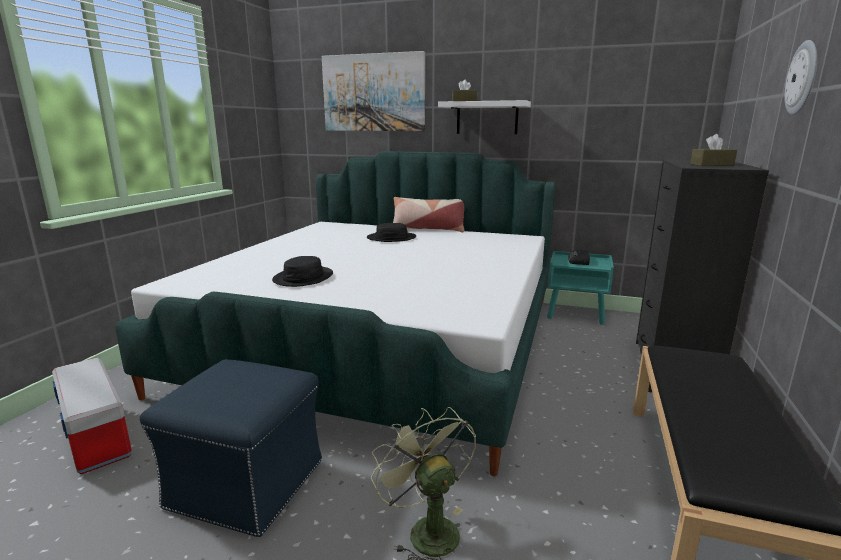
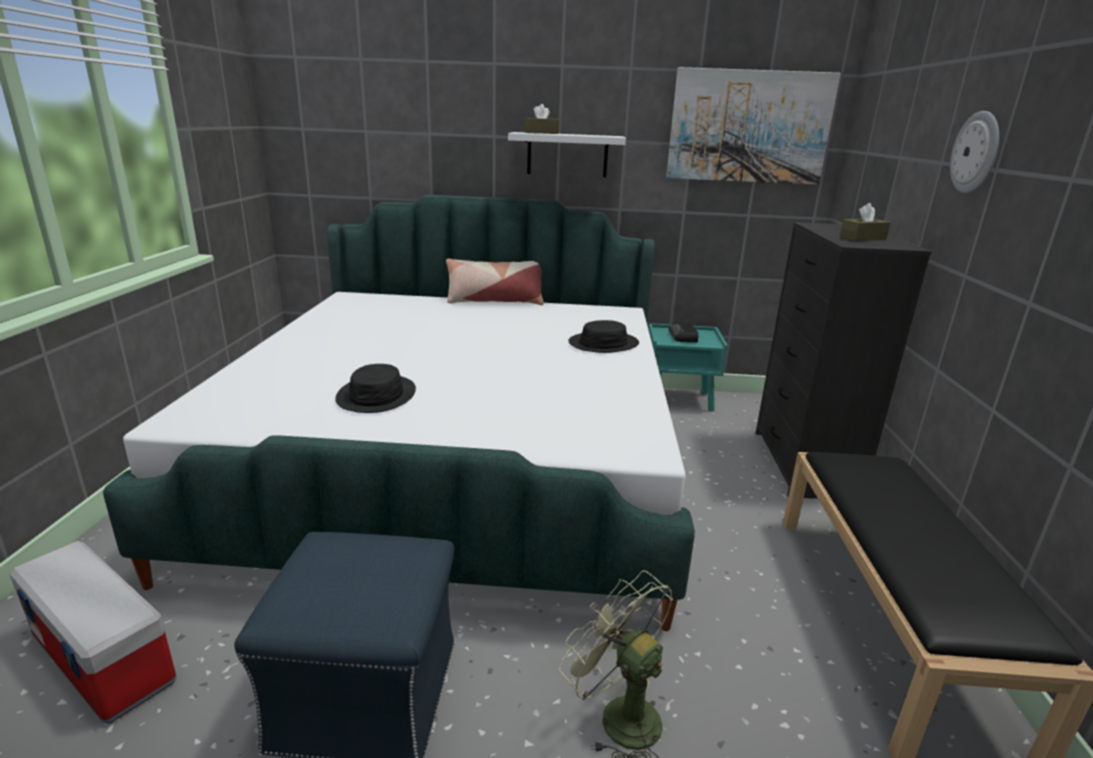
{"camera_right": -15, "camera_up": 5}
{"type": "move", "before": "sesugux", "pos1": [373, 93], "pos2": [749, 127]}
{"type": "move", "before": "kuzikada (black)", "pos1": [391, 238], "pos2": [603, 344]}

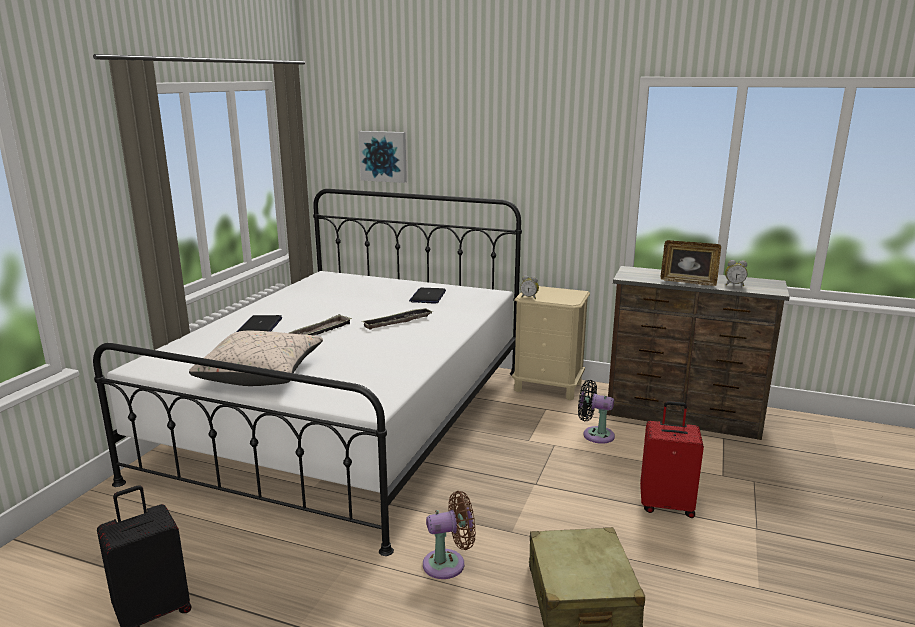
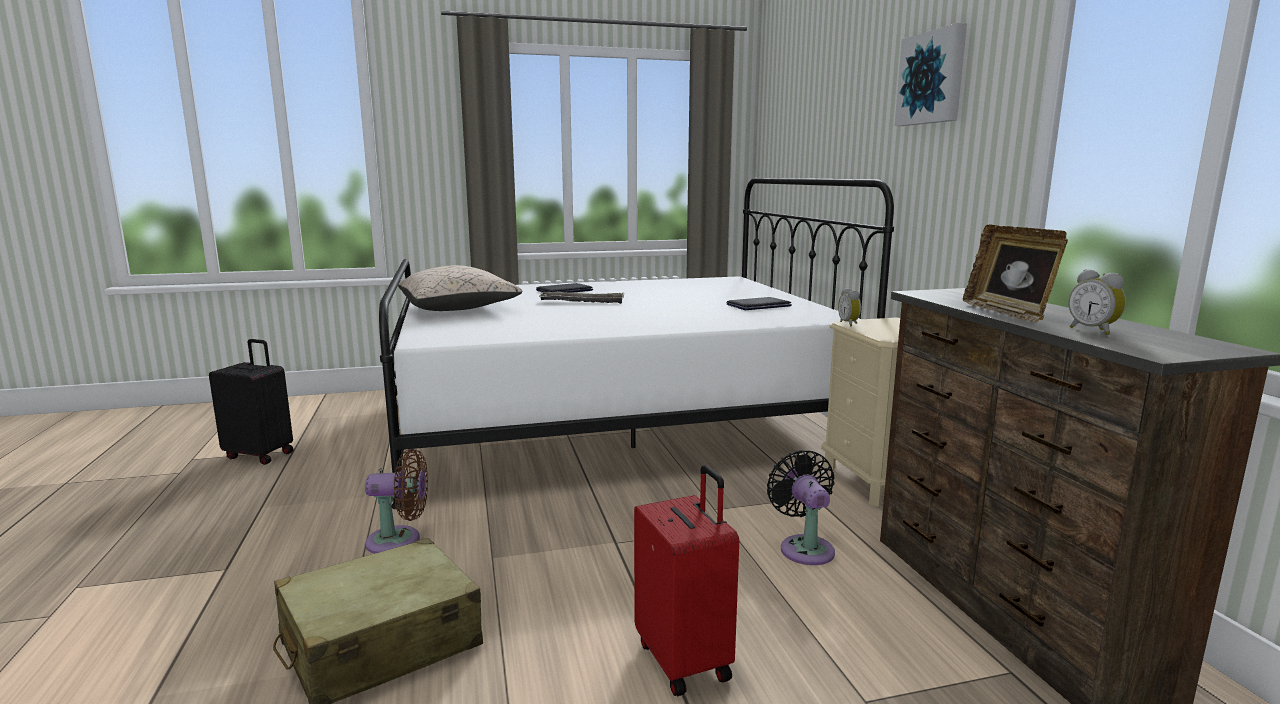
{"camera_right": 55, "camera_up": -5}
{"type": "move", "before": "sesugux", "pos1": [384, 156], "pos2": [932, 78]}
{"type": "delete", "before": "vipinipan", "pos1": [397, 322]}
{"type": "rotate", "before": "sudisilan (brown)", "pos1": [448, 564], "pos2": [399, 541], "turn": -45}

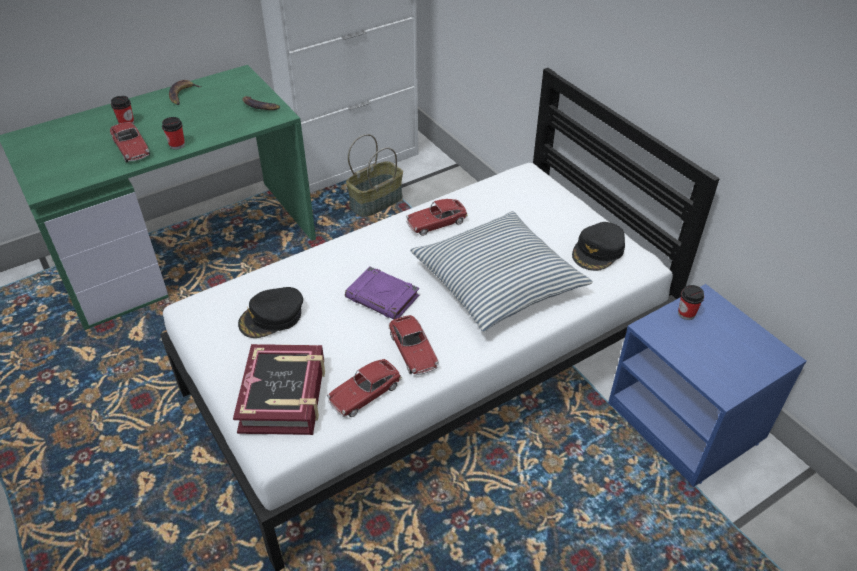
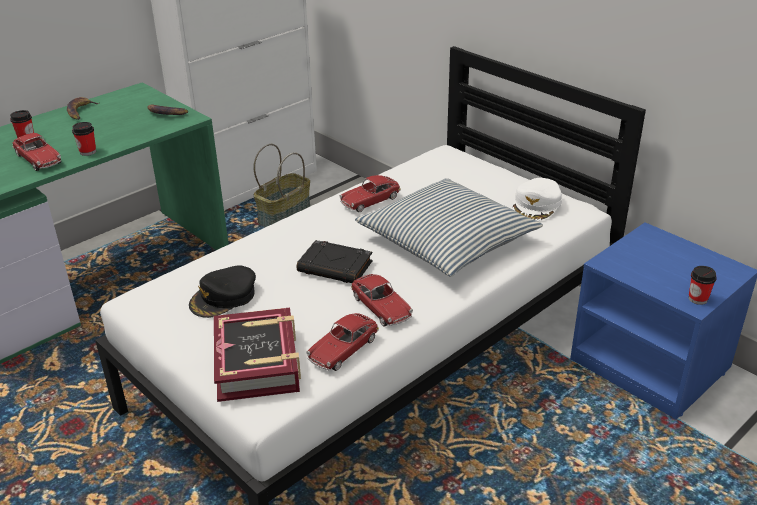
{"camera_right": -10, "camera_up": -10}
{"type": "recolor", "before": "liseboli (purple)", "after": "liseboli (black)", "pos1": [383, 297], "pos2": [336, 267]}
{"type": "recolor", "before": "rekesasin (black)", "after": "rekesasin (white)", "pos1": [598, 251], "pos2": [537, 205]}
{"type": "move", "before": "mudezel", "pos1": [686, 313], "pos2": [698, 299]}

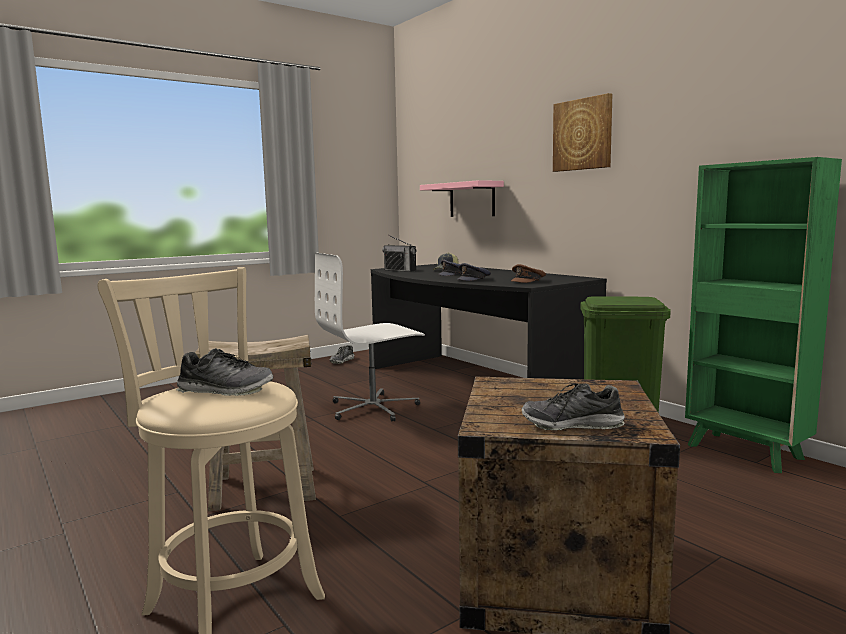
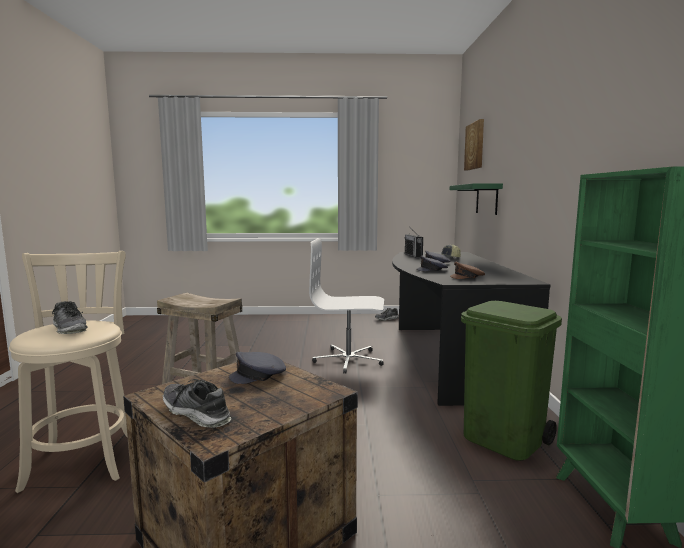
{"camera_right": 35, "camera_up": 0}
{"type": "recolor", "before": "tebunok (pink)", "after": "tebunok (green)", "pos1": [472, 199], "pos2": [487, 199]}
{"type": "move", "before": "sesugux", "pos1": [583, 134], "pos2": [475, 146]}
{"type": "insert", "after": "rekesasin (grey)", "pos2": [259, 375]}

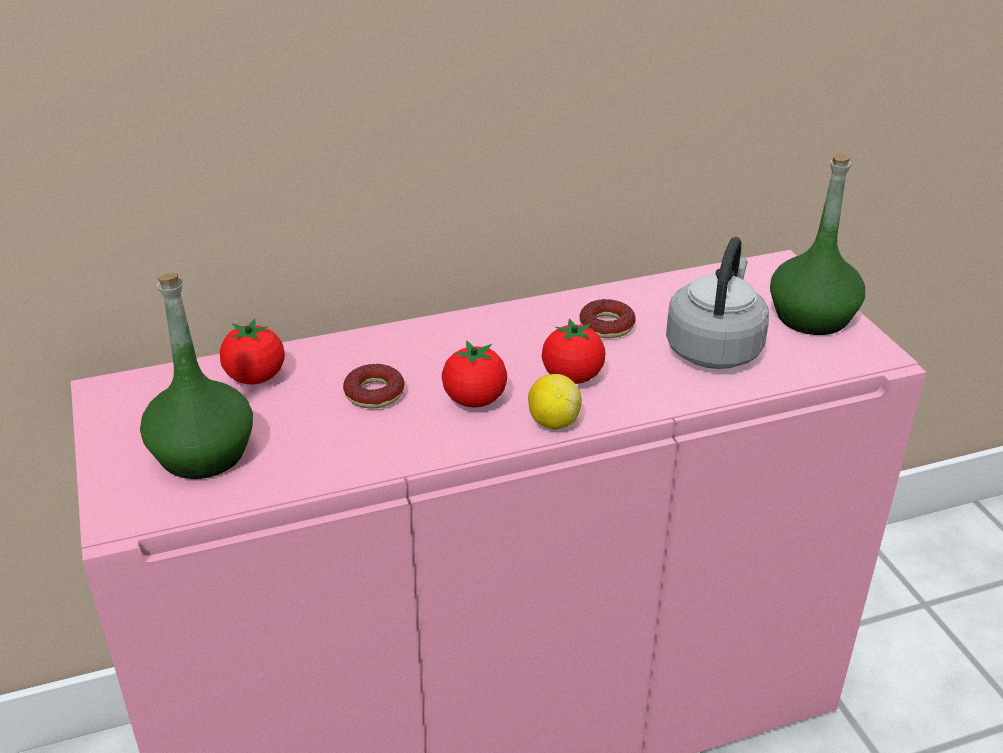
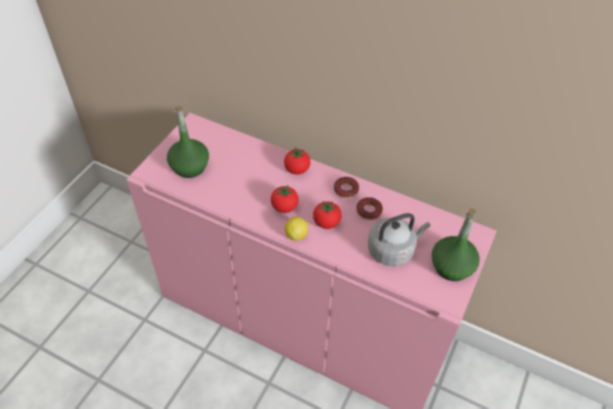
{"camera_right": 45, "camera_up": 15}
{"type": "move", "before": "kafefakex", "pos1": [255, 378], "pos2": [297, 170]}
{"type": "move", "before": "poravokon", "pos1": [374, 393], "pos2": [346, 190]}

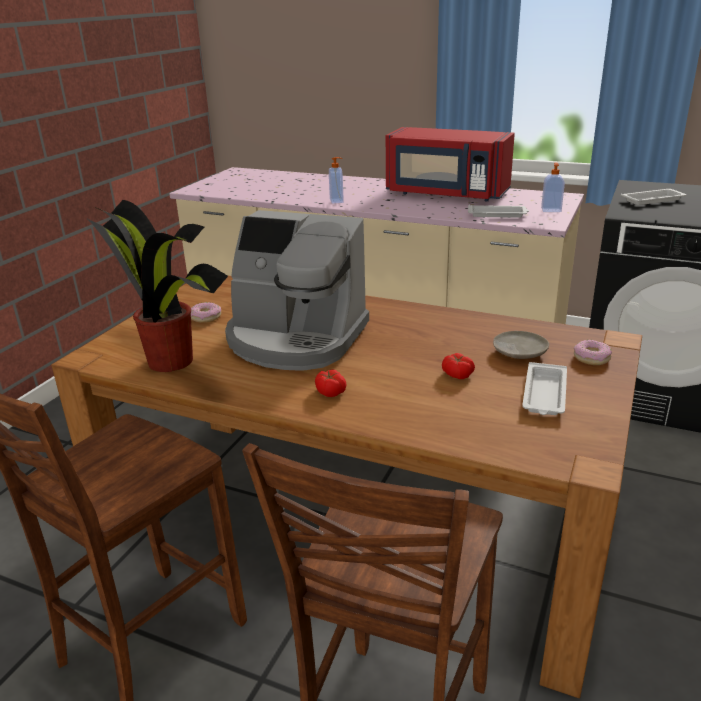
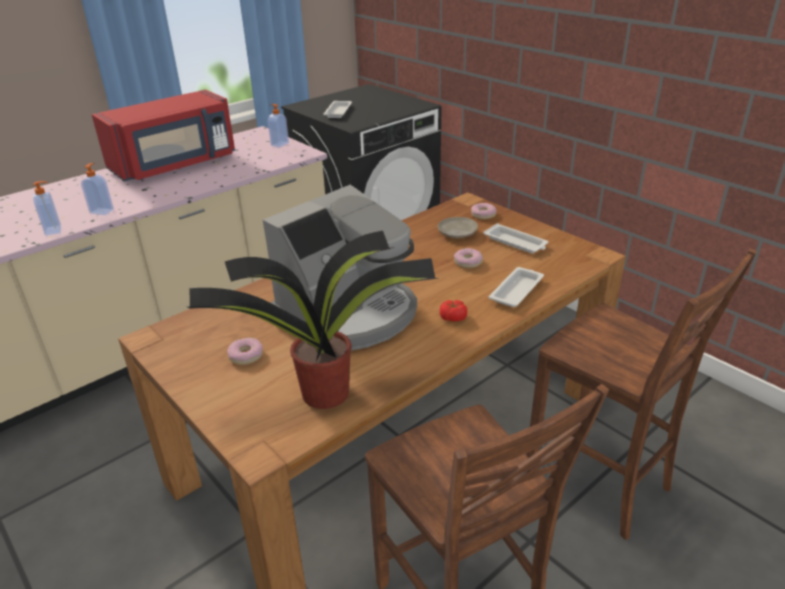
{"camera_right": -65, "camera_up": 5}
{"type": "replace", "before": "kafefakex", "after": "poravokon", "pos1": [457, 374], "pos2": [468, 262]}
{"type": "move", "before": "vipinipan (white)", "pos1": [498, 214], "pos2": [517, 290]}
{"type": "insert", "after": "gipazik", "pos2": [54, 230]}

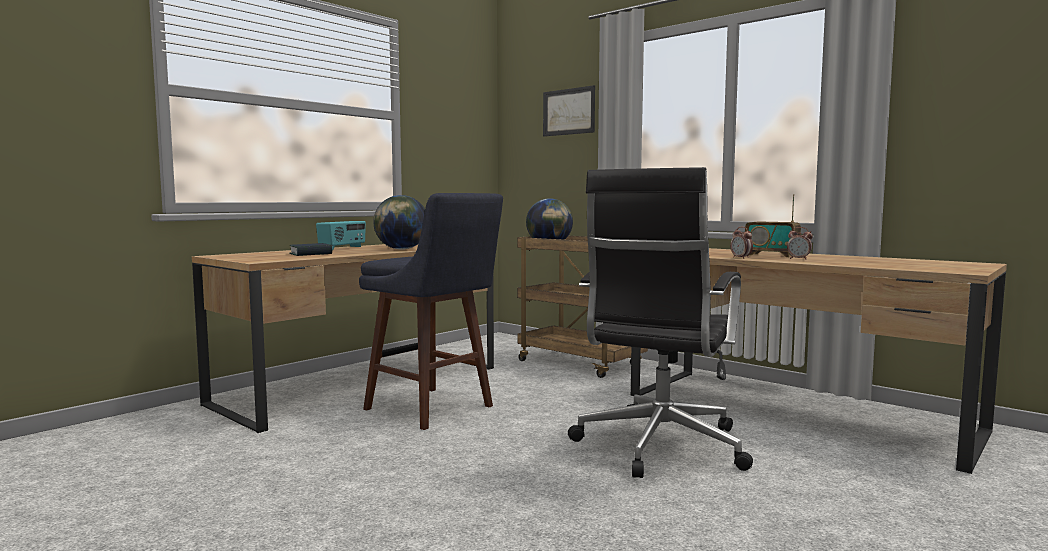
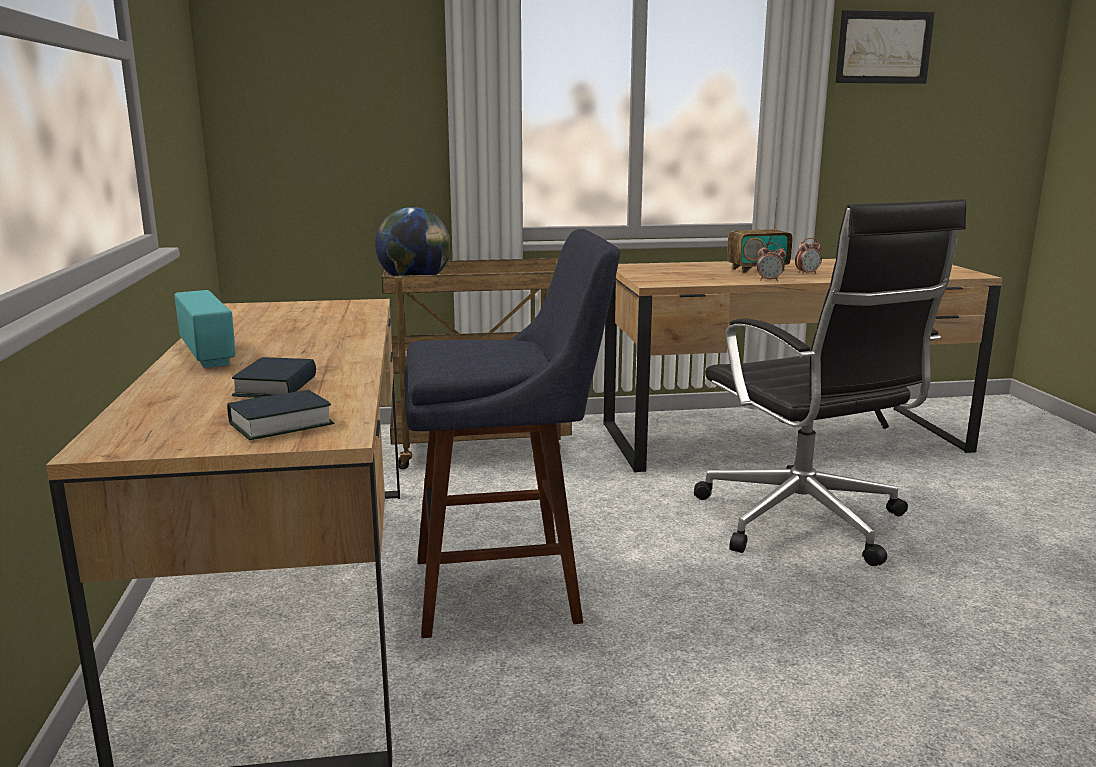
{"camera_right": -50, "camera_up": 10}
{"type": "delete", "before": "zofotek", "pos1": [401, 249]}
{"type": "move", "before": "sesugux", "pos1": [568, 111], "pos2": [884, 47]}
{"type": "insert", "after": "liseboli", "pos2": [281, 424]}

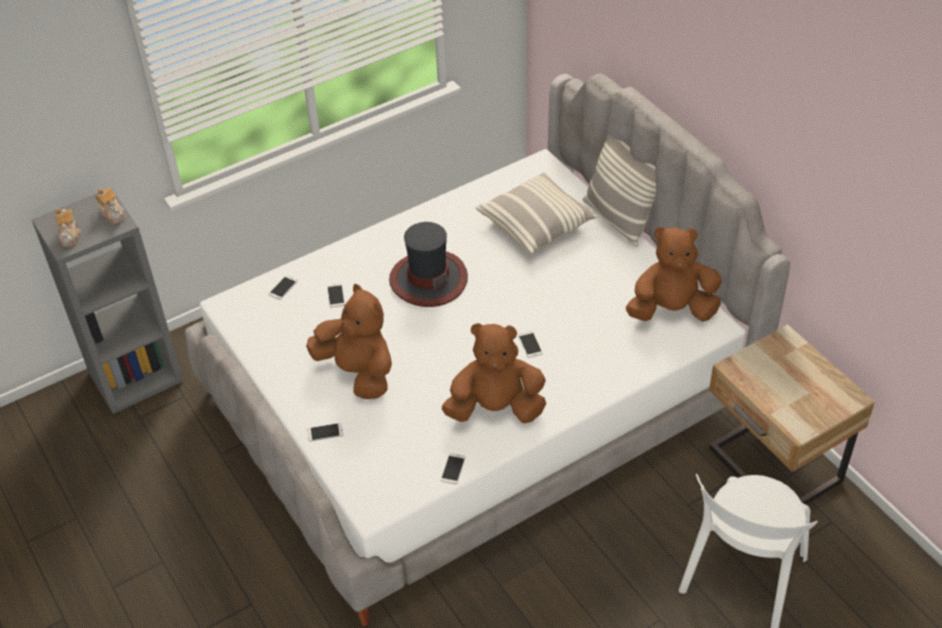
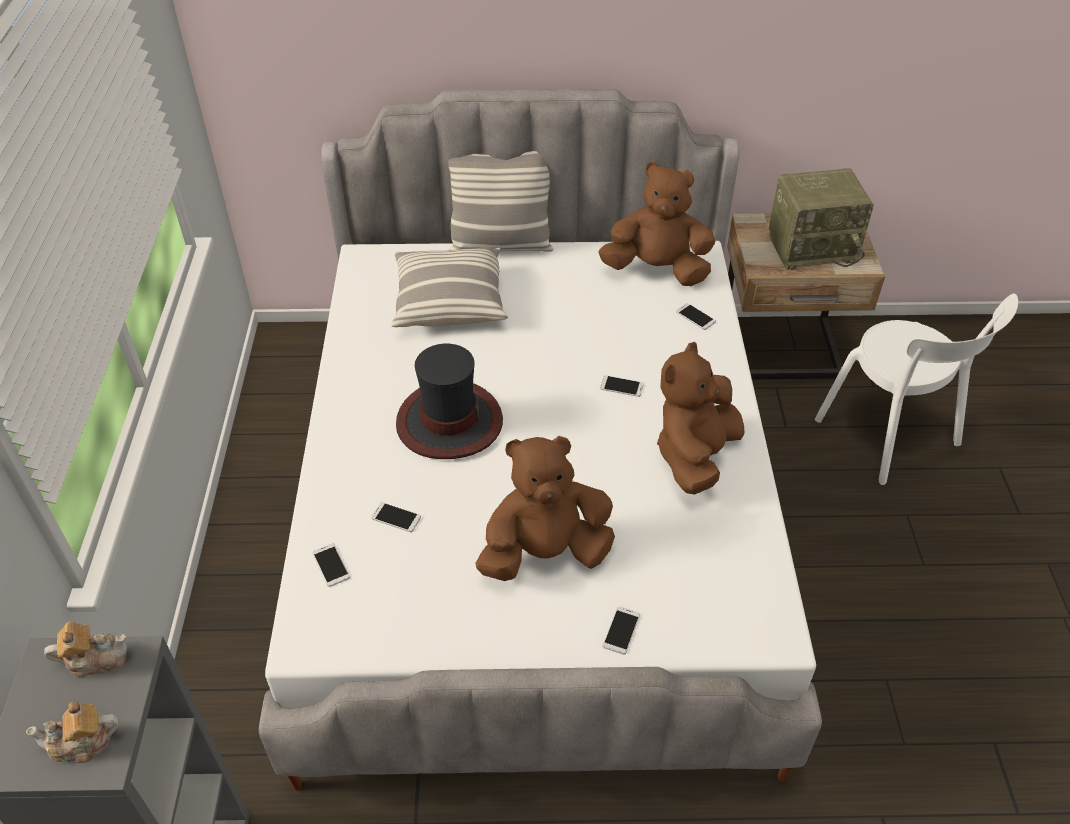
{"camera_right": -60, "camera_up": 0}
{"type": "rotate", "before": "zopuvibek", "pos1": [70, 235], "pos2": [82, 743], "turn": 150}
{"type": "move", "before": "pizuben", "pos1": [453, 469], "pos2": [695, 317]}
{"type": "rotate", "before": "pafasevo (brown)", "pos1": [672, 310], "pos2": [657, 270], "turn": 75}
{"type": "insert", "after": "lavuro", "pos2": [812, 247]}

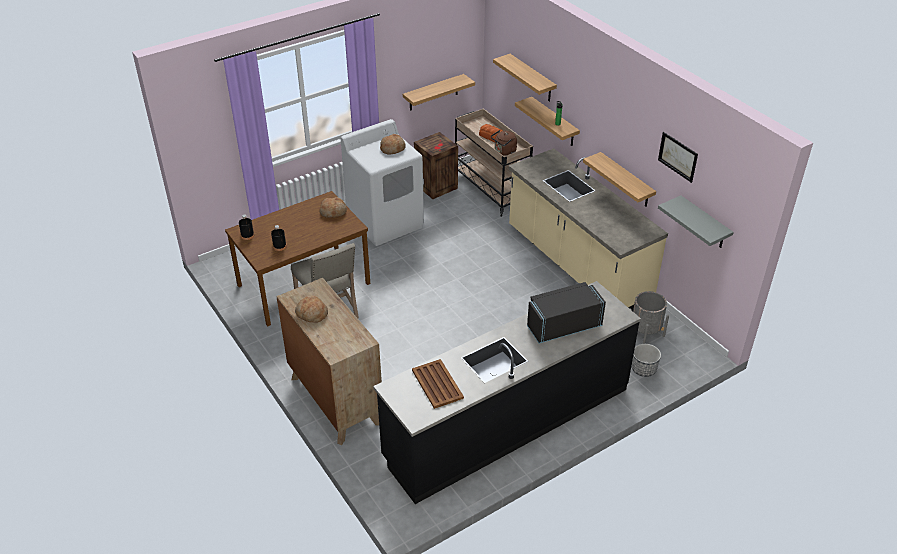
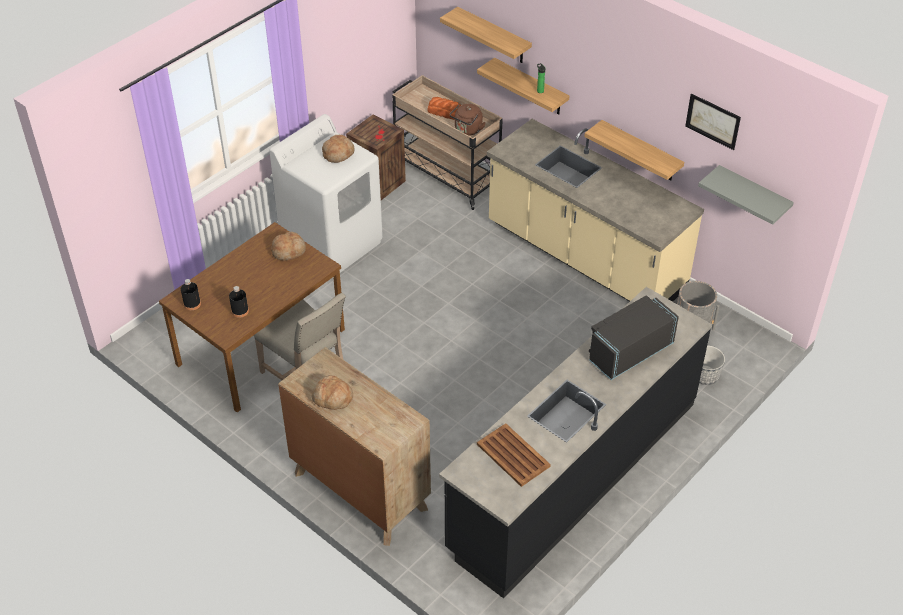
{"camera_right": -15, "camera_up": 5}
{"type": "delete", "before": "tebunok", "pos1": [433, 92]}

